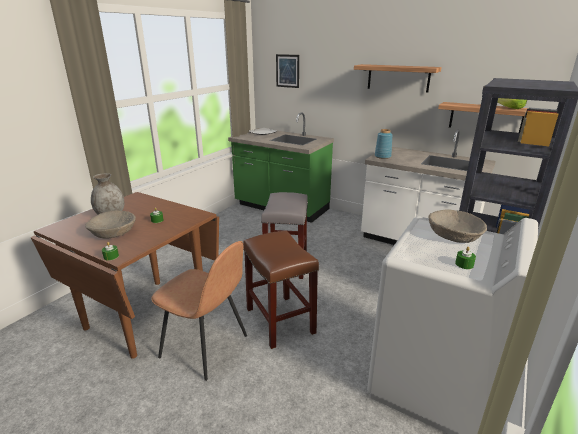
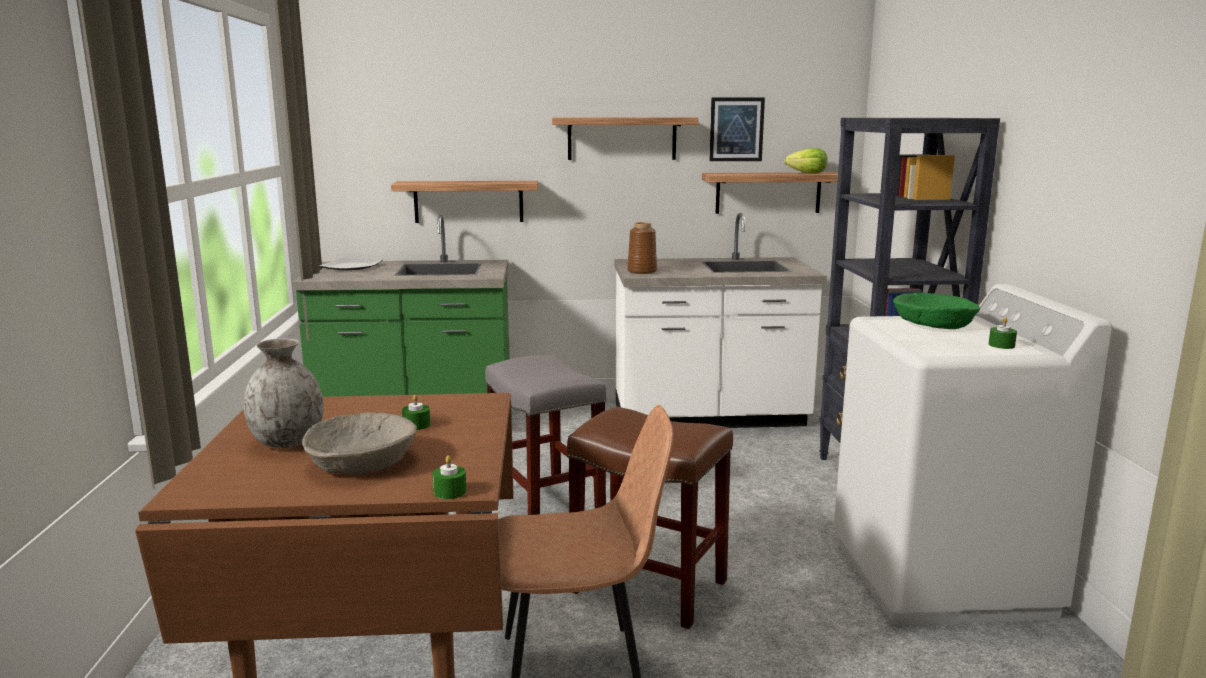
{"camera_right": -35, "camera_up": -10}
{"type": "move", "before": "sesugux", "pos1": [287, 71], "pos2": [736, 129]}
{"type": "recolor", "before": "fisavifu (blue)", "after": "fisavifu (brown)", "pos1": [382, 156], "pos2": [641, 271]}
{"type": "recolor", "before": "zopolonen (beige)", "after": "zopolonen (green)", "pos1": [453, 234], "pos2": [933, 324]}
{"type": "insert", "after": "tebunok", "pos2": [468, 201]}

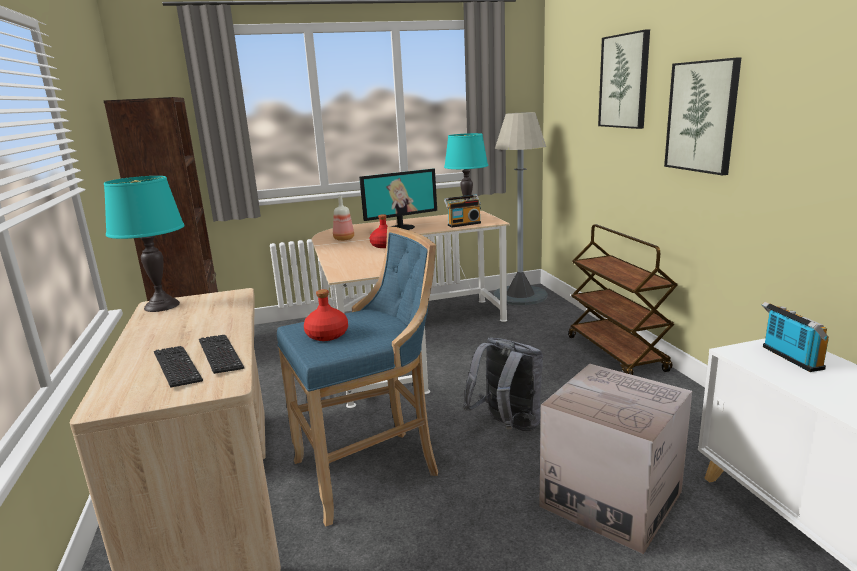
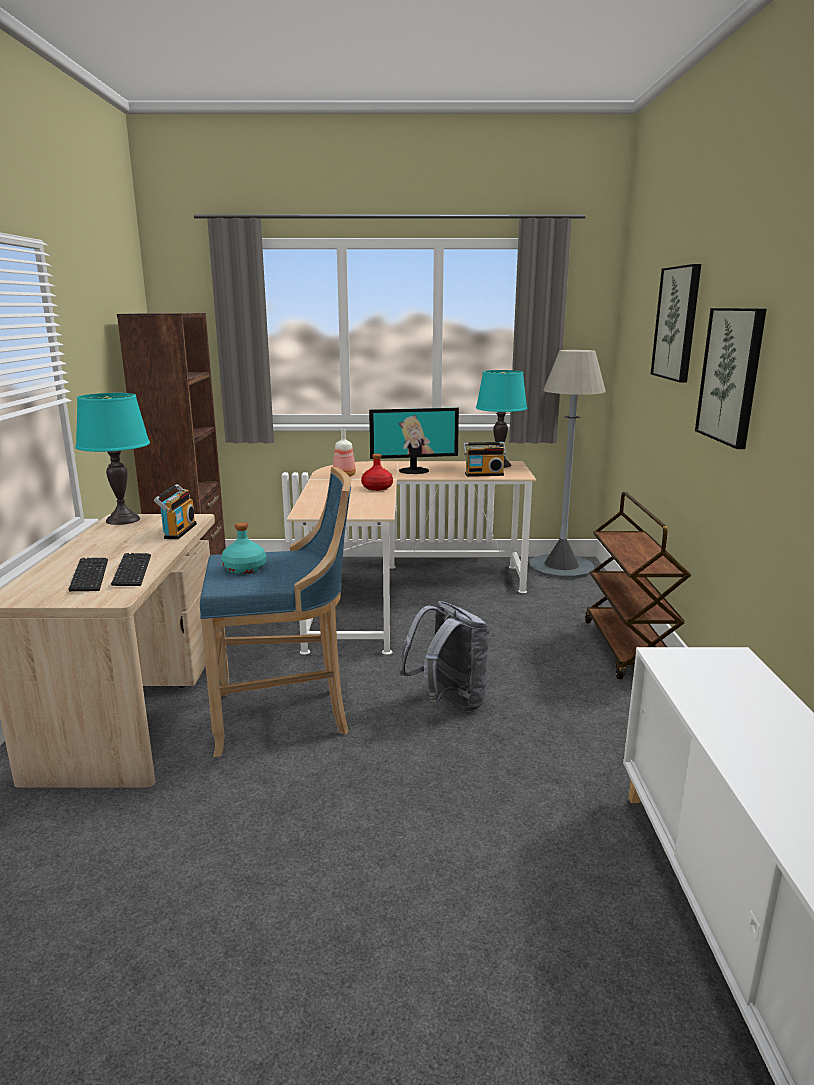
{"camera_right": 15, "camera_up": 0}
{"type": "recolor", "before": "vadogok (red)", "after": "vadogok (turquoise)", "pos1": [326, 335], "pos2": [244, 569]}
{"type": "delete", "before": "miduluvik", "pos1": [611, 499]}
{"type": "move", "before": "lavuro", "pos1": [789, 358], "pos2": [178, 531]}

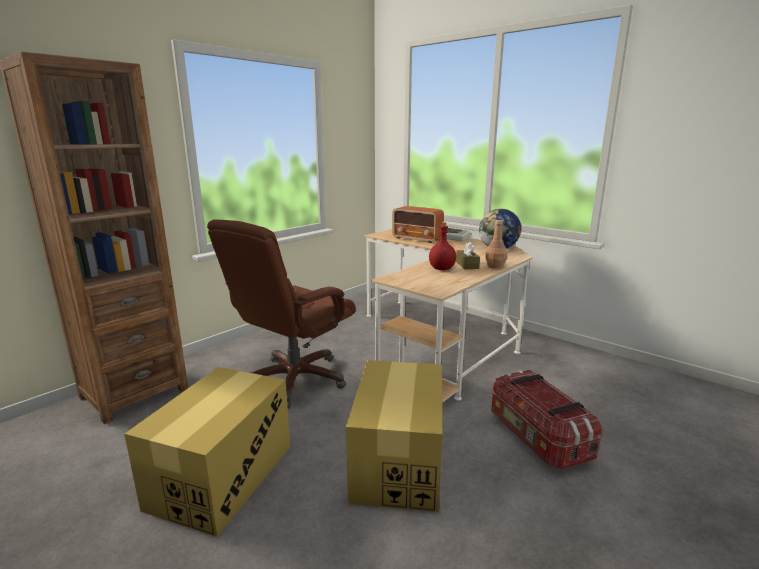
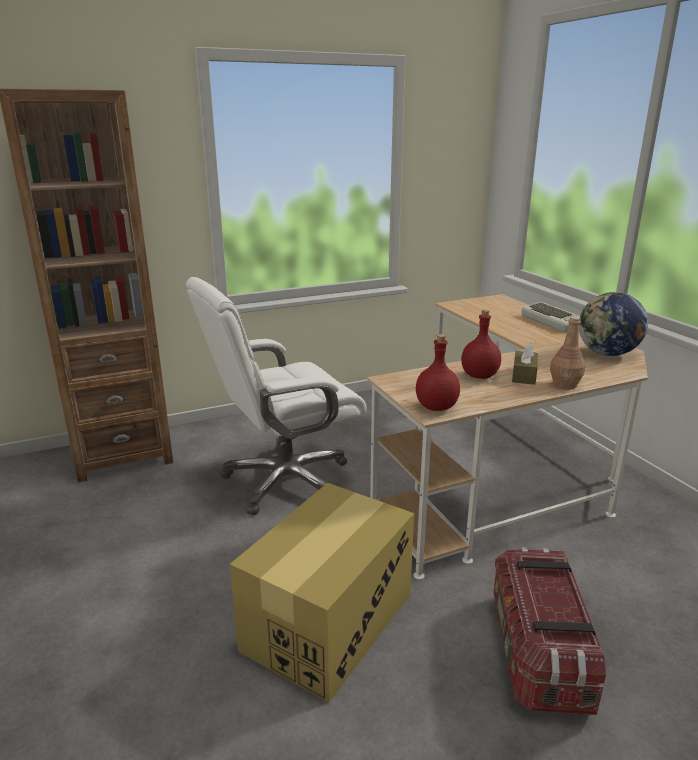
{"camera_right": 25, "camera_up": 5}
{"type": "delete", "before": "miduluvik", "pos1": [222, 476]}
{"type": "recolor", "before": "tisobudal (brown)", "after": "tisobudal (white)", "pos1": [294, 380], "pos2": [285, 480]}
{"type": "delete", "before": "lavuro", "pos1": [417, 239]}
{"type": "insert", "after": "vadogok (red)", "pos2": [436, 407]}

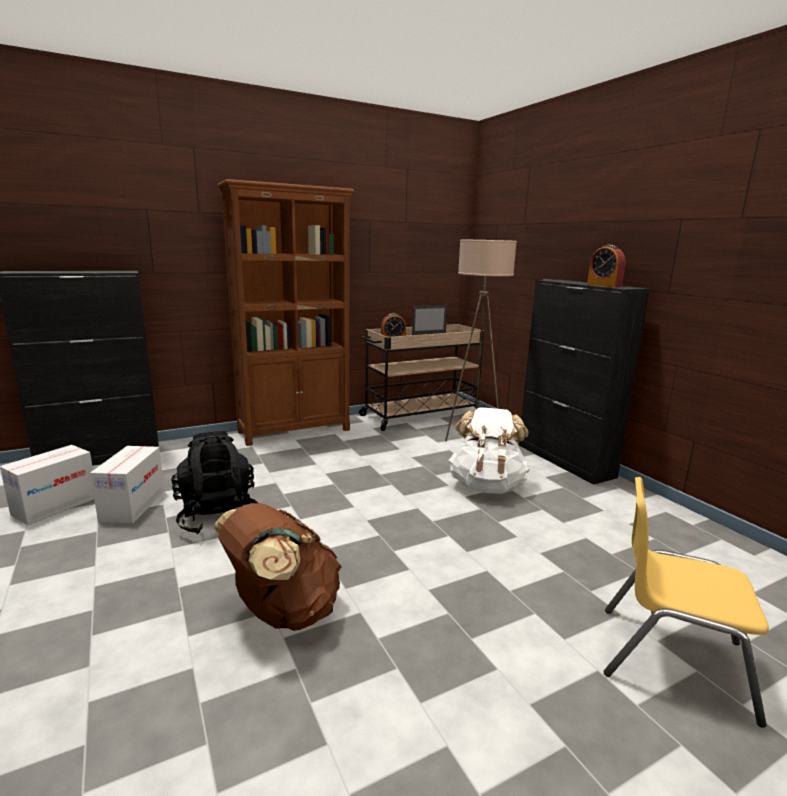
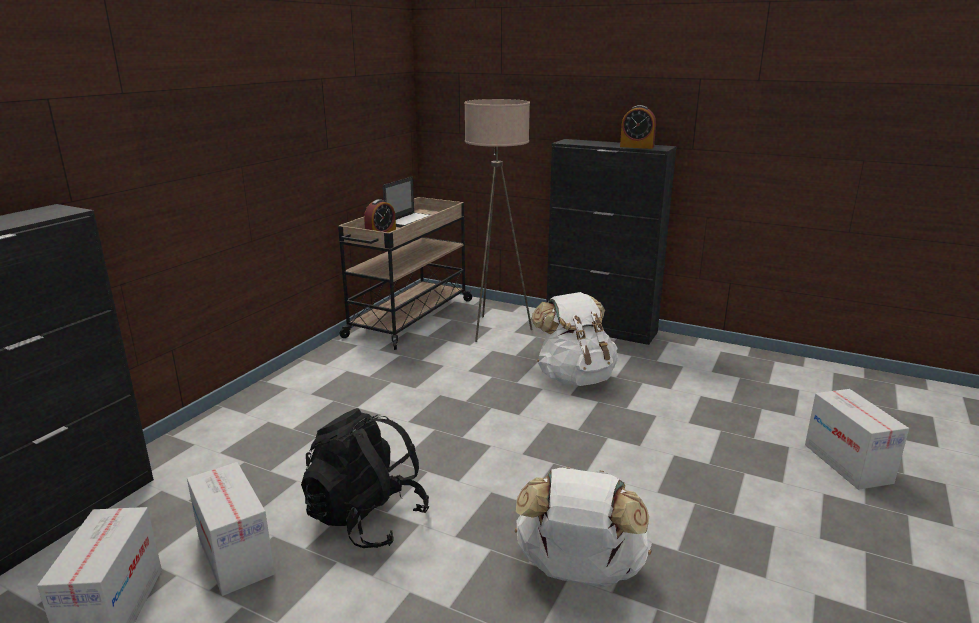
{"camera_right": -35, "camera_up": 5}
{"type": "recolor", "before": "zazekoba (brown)", "after": "zazekoba (white)", "pos1": [282, 612], "pos2": [579, 572]}
{"type": "delete", "before": "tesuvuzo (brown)", "pos1": [295, 431]}
{"type": "replace", "before": "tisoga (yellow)", "after": "miduluvik", "pos1": [672, 659], "pos2": [847, 463]}

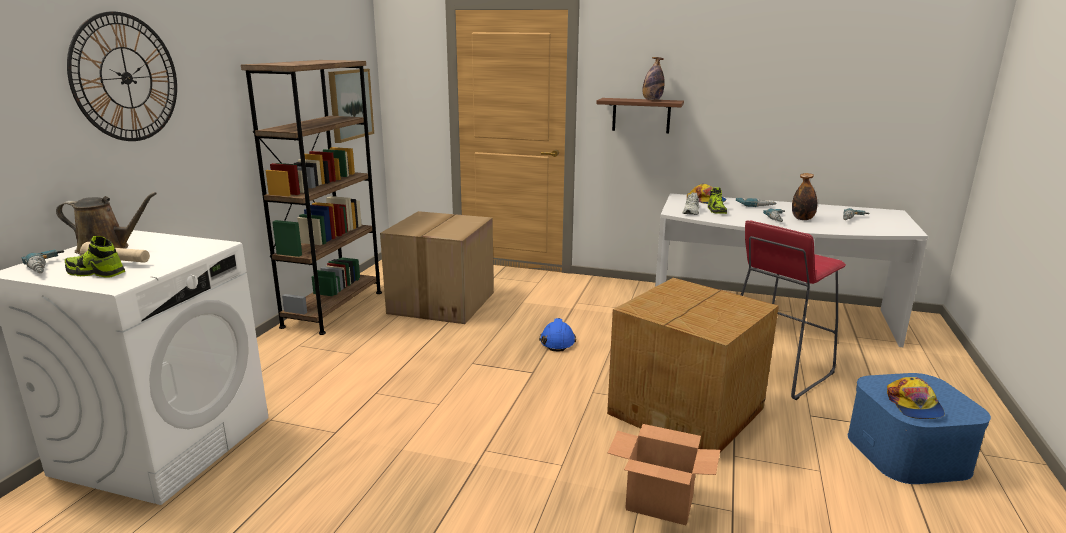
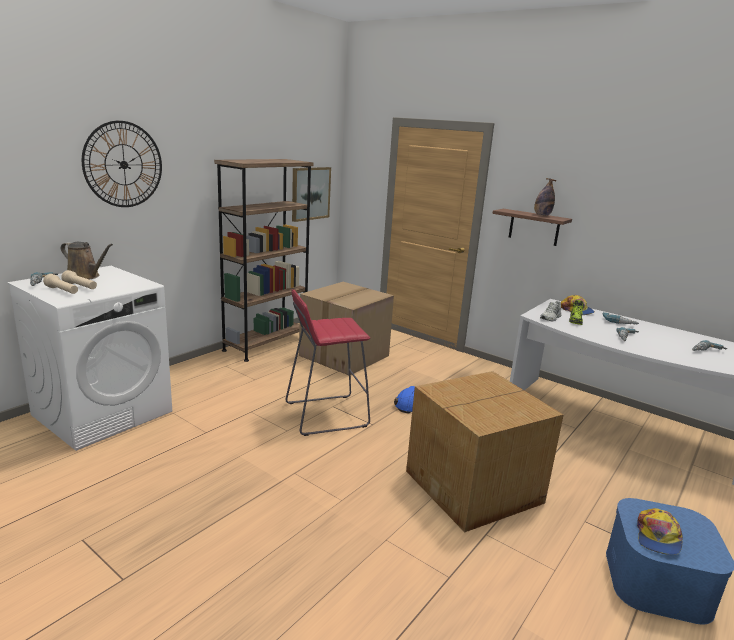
{"camera_right": 20, "camera_up": 0}
{"type": "replace", "before": "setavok", "after": "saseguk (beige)", "pos1": [96, 273], "pos2": [62, 291]}
{"type": "delete", "before": "miduluvik", "pos1": [658, 504]}
{"type": "move", "before": "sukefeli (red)", "pos1": [775, 370], "pos2": [325, 414]}
{"type": "delete", "before": "vadogok", "pos1": [802, 219]}

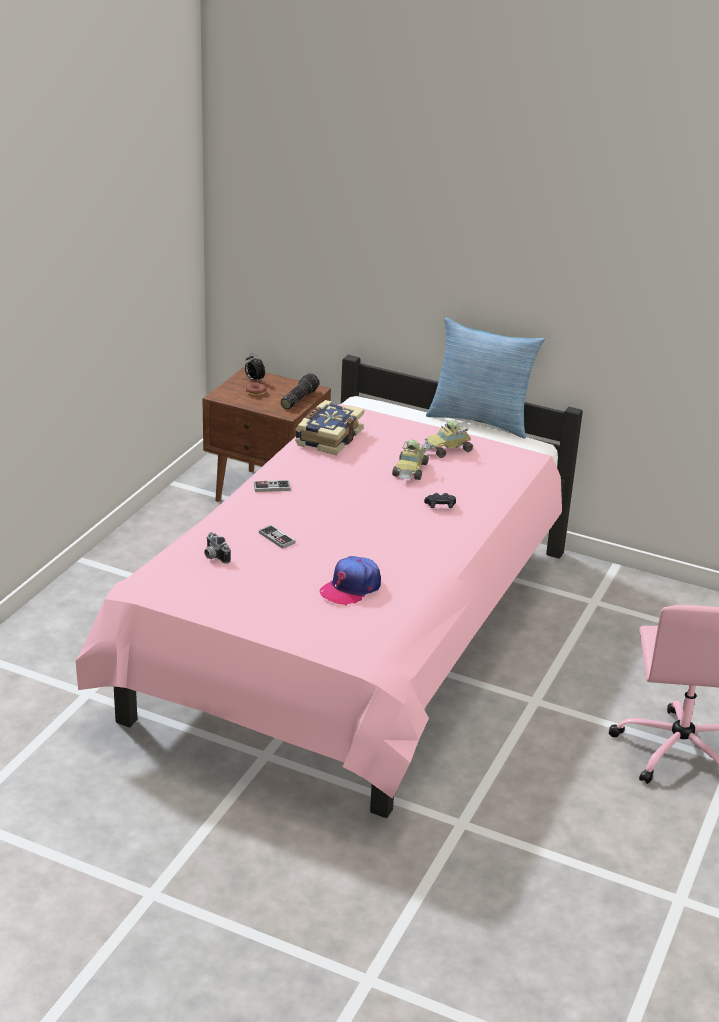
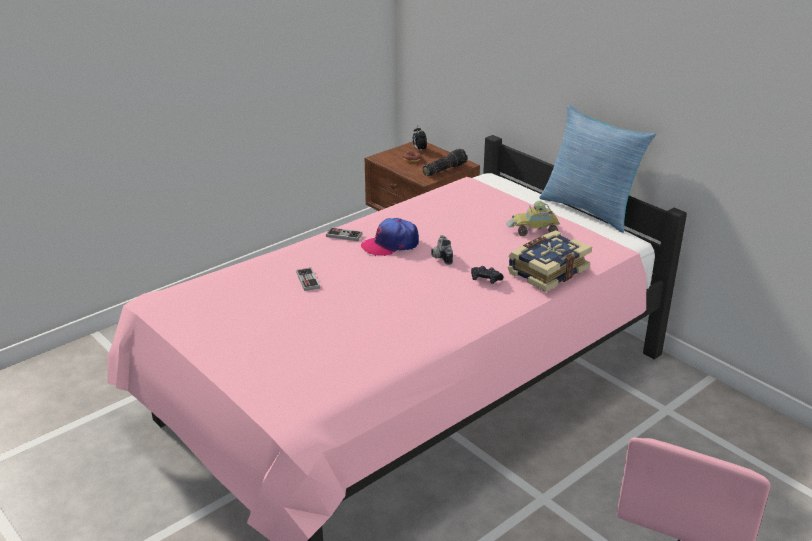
{"camera_right": 25, "camera_up": 0}
{"type": "move", "before": "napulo", "pos1": [214, 556], "pos2": [440, 257]}
{"type": "move", "before": "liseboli", "pos1": [327, 438], "pos2": [547, 271]}
{"type": "move", "before": "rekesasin", "pos1": [350, 588], "pos2": [390, 244]}
{"type": "delete", "before": "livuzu", "pos1": [410, 470]}

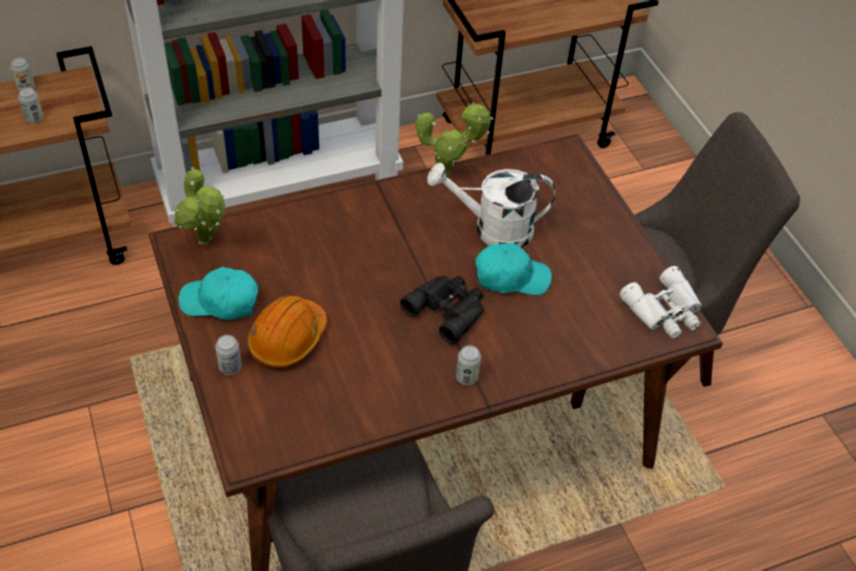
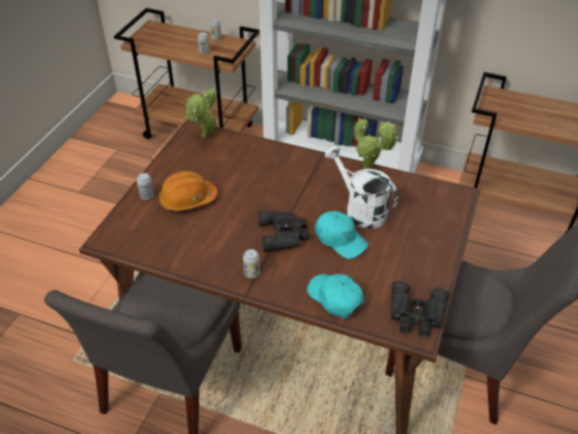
{"camera_right": 45, "camera_up": -5}
{"type": "move", "before": "rekesasin (turquoise)", "pos1": [221, 302], "pos2": [335, 298]}
{"type": "recolor", "before": "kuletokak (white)", "after": "kuletokak (black)", "pos1": [665, 311], "pos2": [416, 315]}

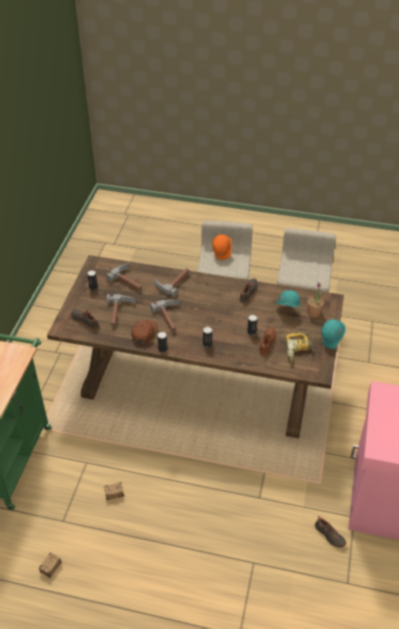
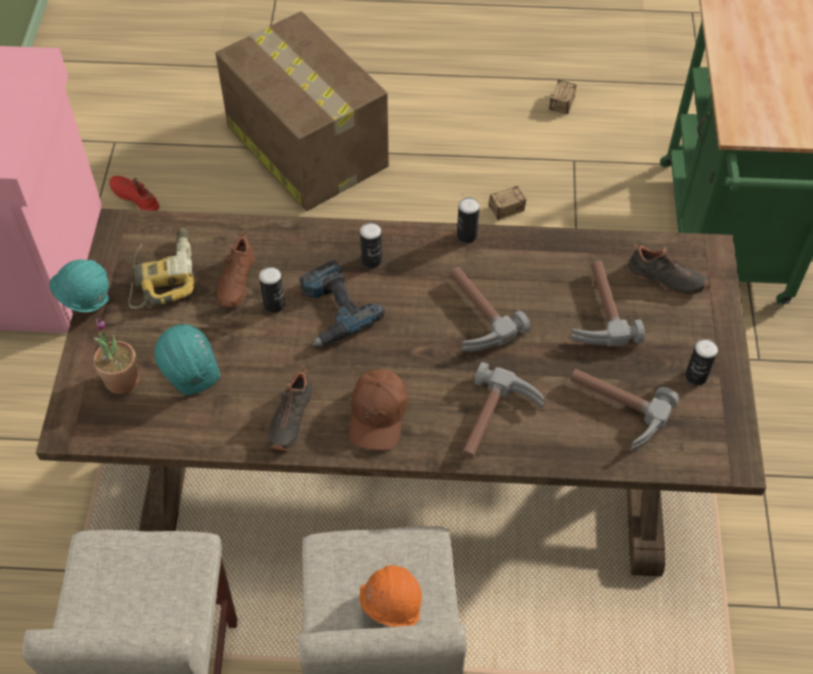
{"camera_right": 170, "camera_up": 10}
{"type": "move", "before": "rekesasin (brown)", "pos1": [144, 333], "pos2": [378, 415]}
{"type": "recolor", "before": "setavok (black)", "after": "setavok (red)", "pos1": [329, 536], "pos2": [136, 197]}
{"type": "insert", "after": "miduluvik", "pos2": [305, 145]}
{"type": "insert", "after": "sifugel", "pos2": [332, 310]}

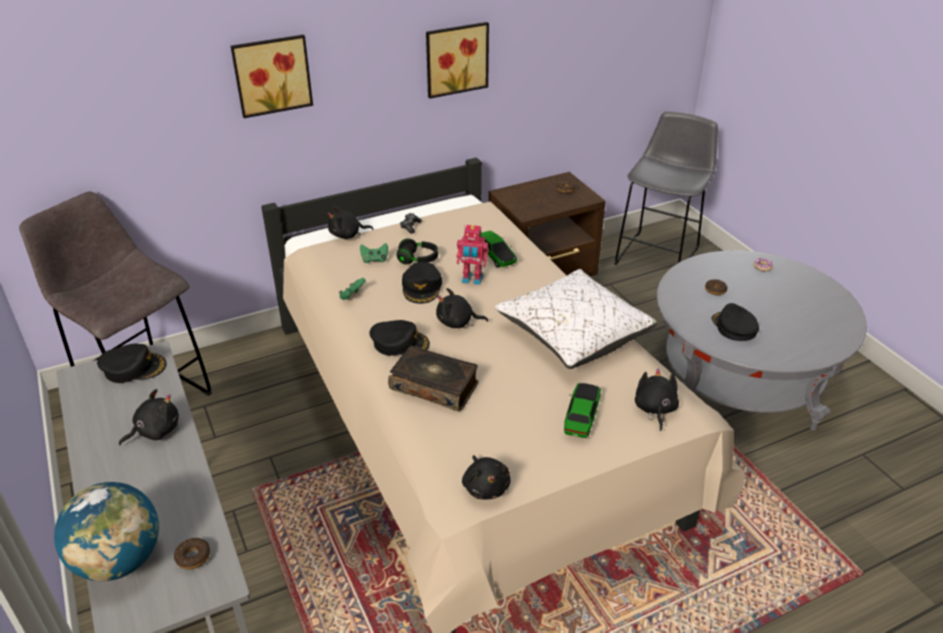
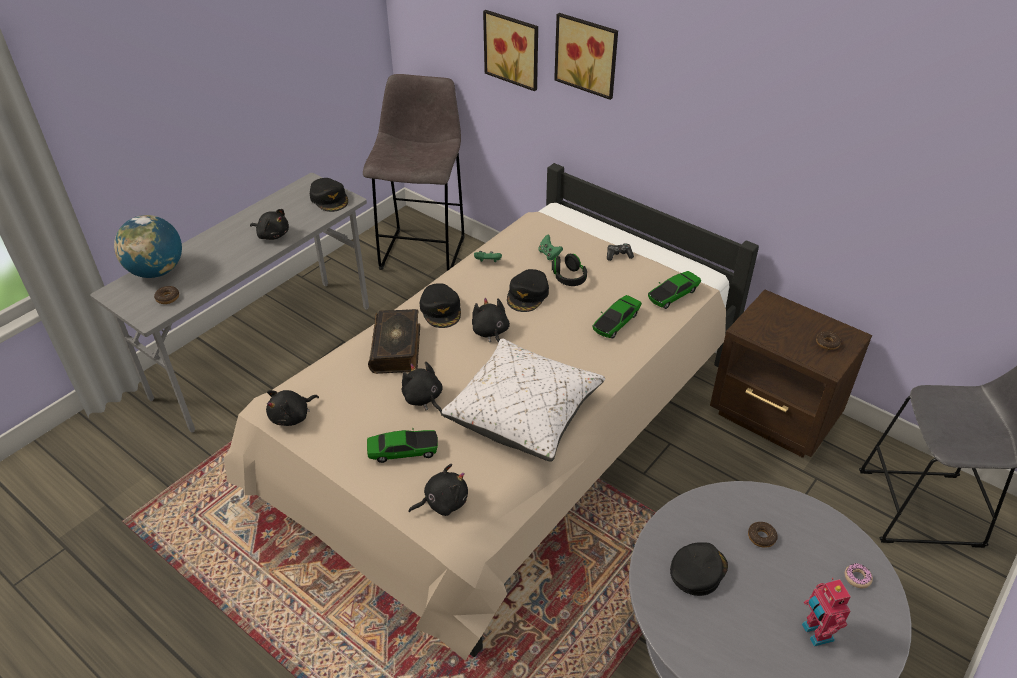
{"camera_right": 65, "camera_up": 5}
{"type": "move", "before": "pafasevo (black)", "pos1": [347, 235], "pos2": [423, 399]}
{"type": "rotate", "before": "rekesasin (black)", "pos1": [422, 287], "pos2": [528, 295], "turn": -45}
{"type": "move", "before": "sesugux", "pos1": [456, 58], "pos2": [513, 49]}
{"type": "move", "before": "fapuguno", "pos1": [472, 280], "pos2": [815, 633]}
{"type": "insert", "after": "livuzu", "pos2": [673, 295]}

